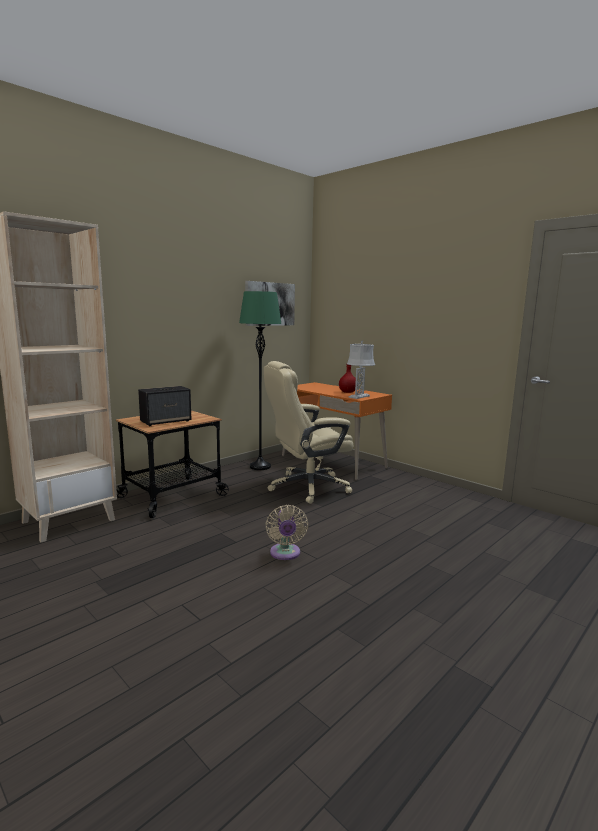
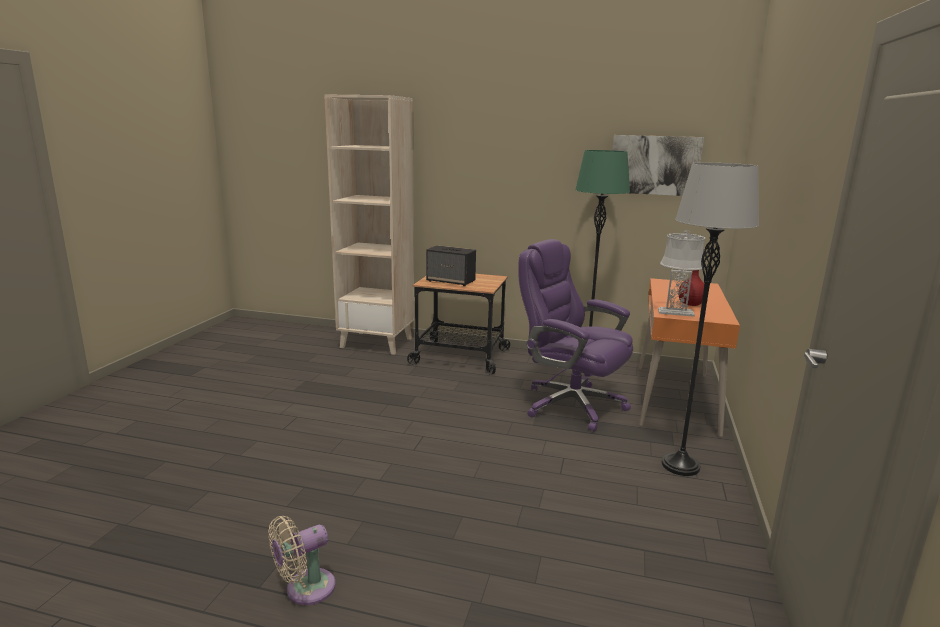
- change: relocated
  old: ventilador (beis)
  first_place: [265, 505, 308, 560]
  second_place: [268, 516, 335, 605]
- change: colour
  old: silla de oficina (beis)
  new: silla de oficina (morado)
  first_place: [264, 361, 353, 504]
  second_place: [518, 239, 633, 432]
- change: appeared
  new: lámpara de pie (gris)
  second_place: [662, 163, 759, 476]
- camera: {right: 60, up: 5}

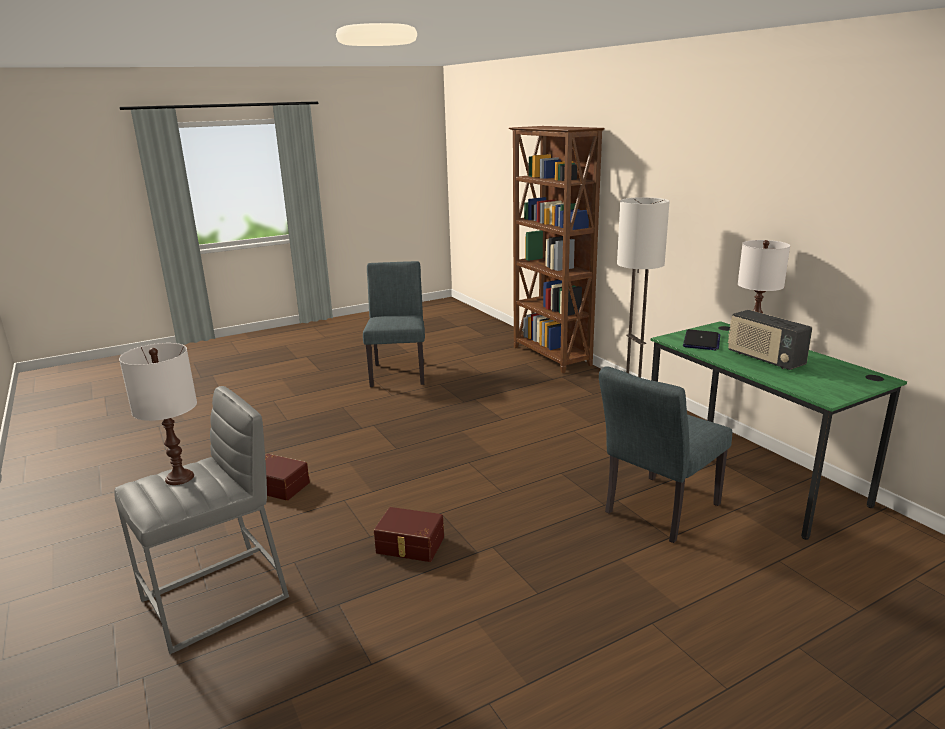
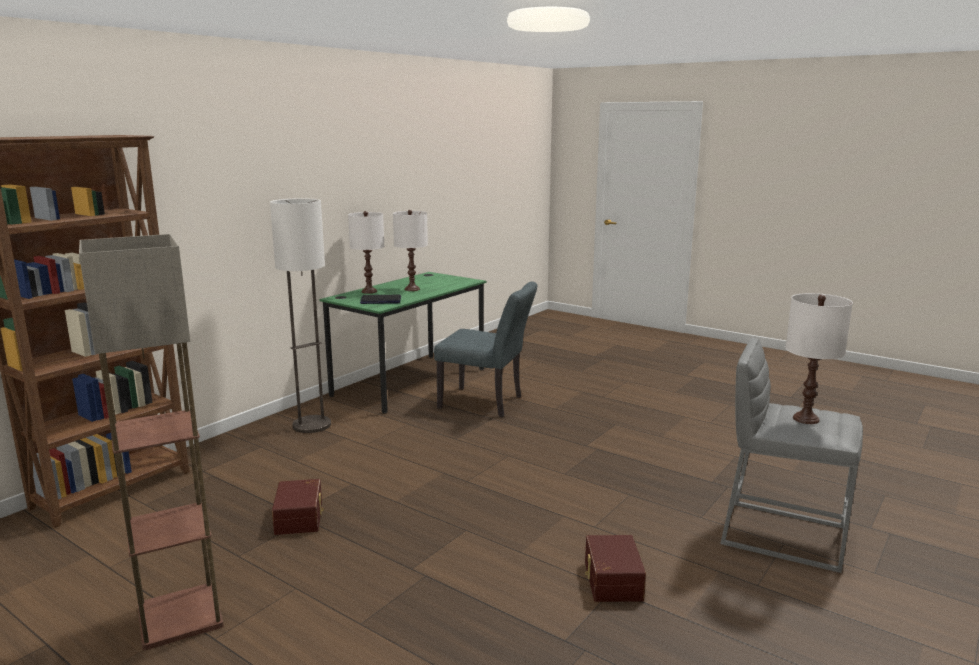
- change: exchanged
  old: silla (gris)
  new: lámpara de pie
  first_place: [363, 261, 425, 387]
  second_place: [79, 234, 224, 650]
- change: relocated
  old: caja de almacenaje (marrón)
  first_place: [373, 507, 444, 562]
  second_place: [272, 479, 324, 535]
- change: exchanged
  old: radio
  new: lámpara de mesa (blanco)
  first_place: [728, 310, 812, 370]
  second_place: [393, 210, 428, 291]
- camera: {right: -115, up: -5}

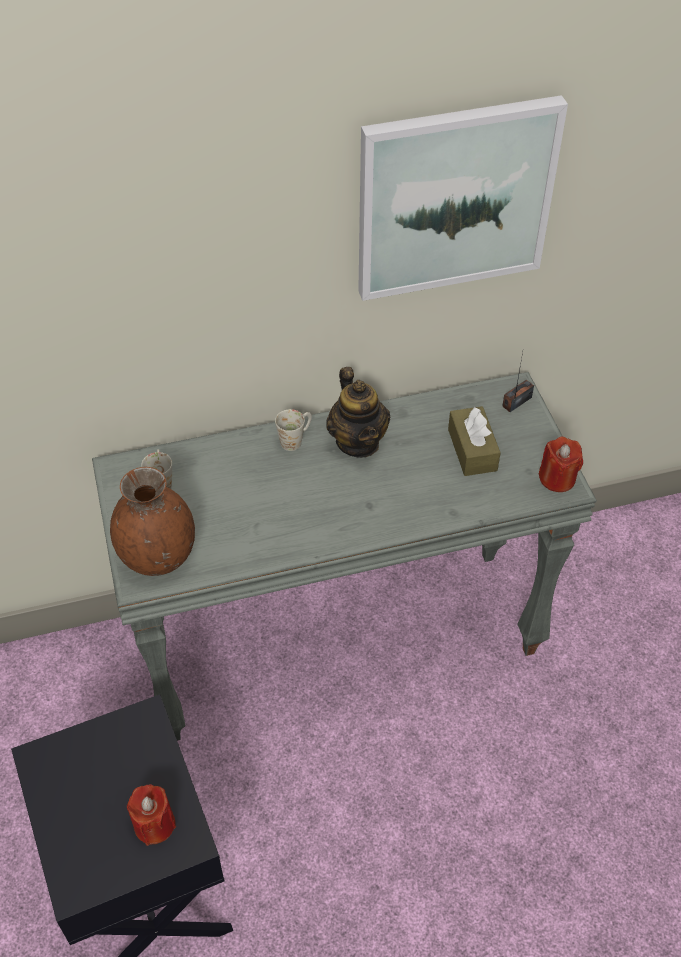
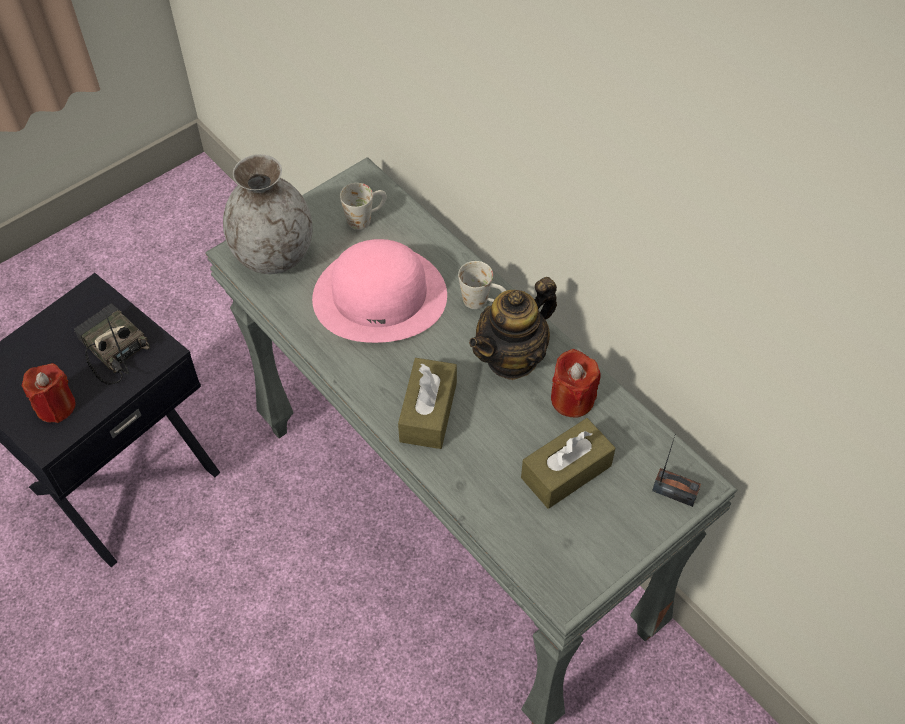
- change: appeared
  new: radio
  second_place: [74, 303, 151, 385]
- change: colour
  old: florero (marrón)
  new: florero (gris)
  first_place: [110, 467, 195, 576]
  second_place: [223, 154, 313, 274]
- change: appeared
  new: sombrero (rosa)
  second_place: [312, 239, 447, 343]
- change: appeared
  new: caja de pañuelos (marrón)
  second_place: [398, 358, 457, 449]
- change: relocated
  old: vela (rojo)
  first_place: [539, 436, 583, 492]
  second_place: [551, 349, 601, 417]
- change: missing
  old: cuadro
  first_place: [358, 95, 568, 301]
- camera: {right: 65, up: 5}

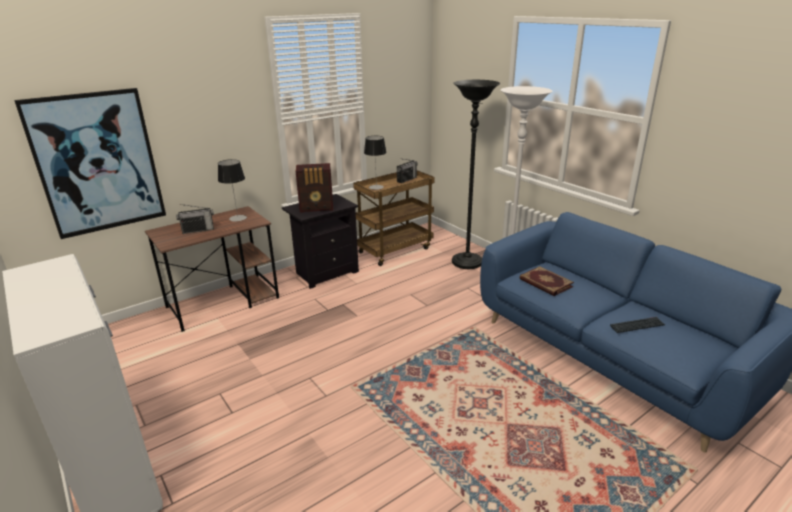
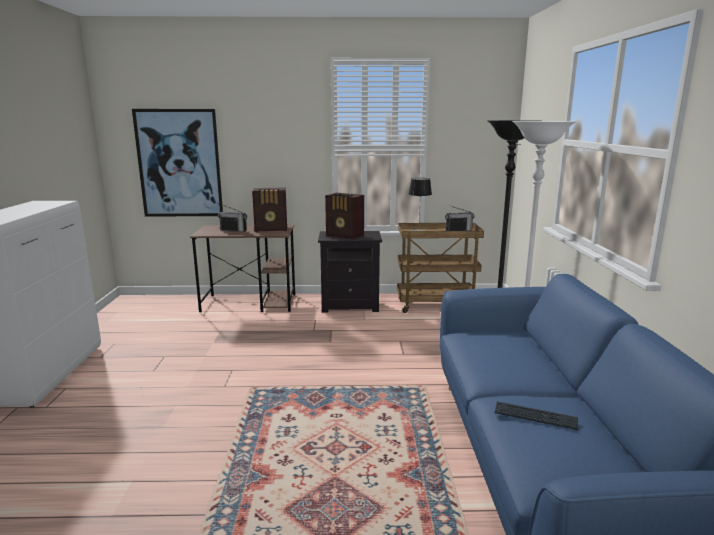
- change: exchanged
  old: lámpara de mesa
  new: radio
  first_place: [218, 159, 247, 222]
  second_place: [252, 188, 287, 232]
- change: missing
  old: libro
  first_place: [519, 266, 574, 296]
- camera: {right: 35, up: -10}

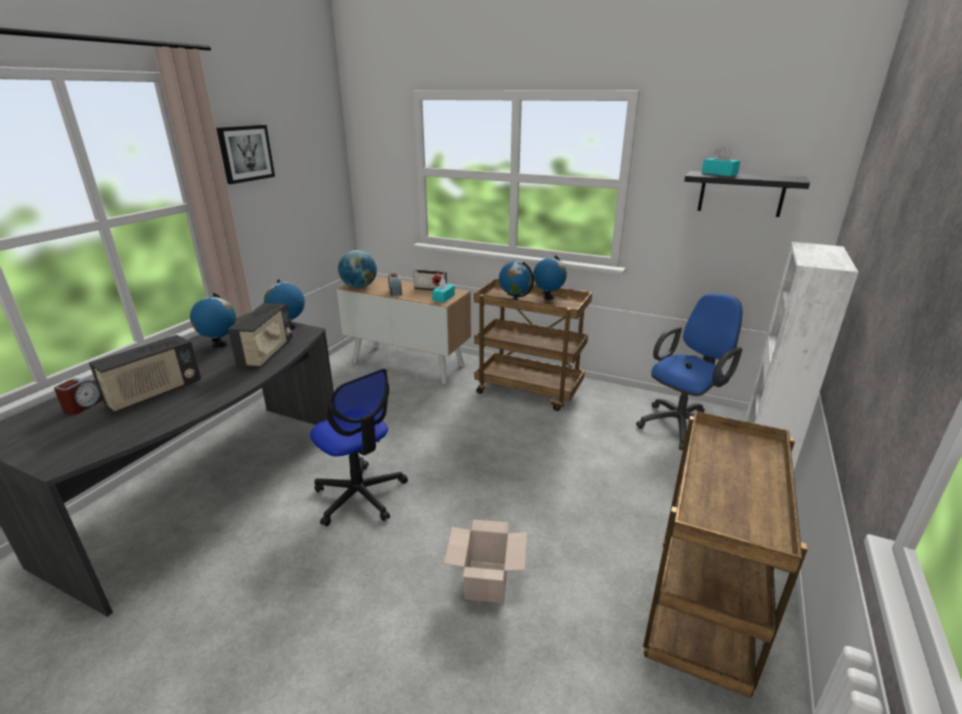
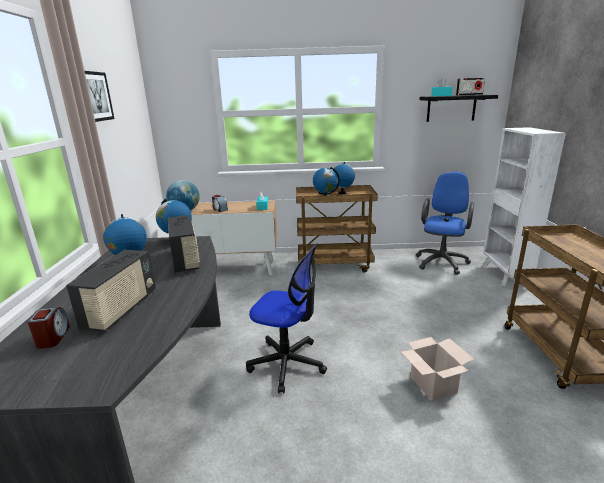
- change: relocated
  old: radio
  first_place: [413, 269, 447, 291]
  second_place: [456, 78, 485, 96]
- camera: {right: -25, up: -5}

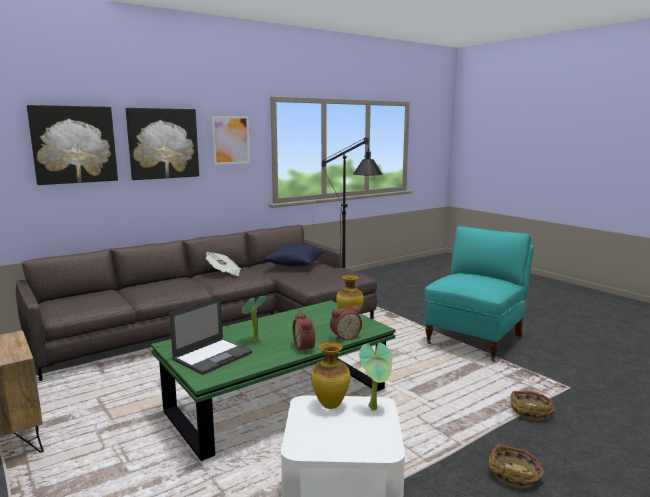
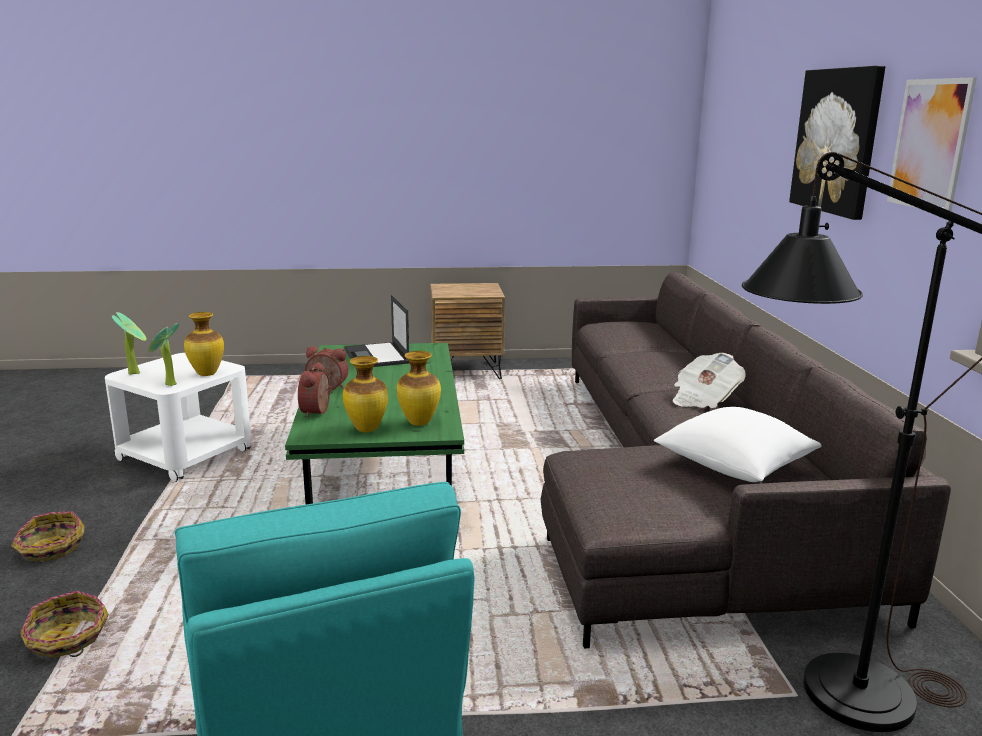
- change: relocated
  old: planta en maceta
  first_place: [242, 296, 266, 343]
  second_place: [112, 312, 147, 375]
- change: appeared
  new: florero
  second_place: [396, 351, 441, 426]
- change: colour
  old: cojín (azul)
  new: cojín (blanco)
  first_place: [265, 244, 324, 267]
  second_place: [654, 407, 822, 482]
- change: missing
  old: cuadro
  first_place: [27, 105, 118, 185]
- camera: {right: 120, up: 5}

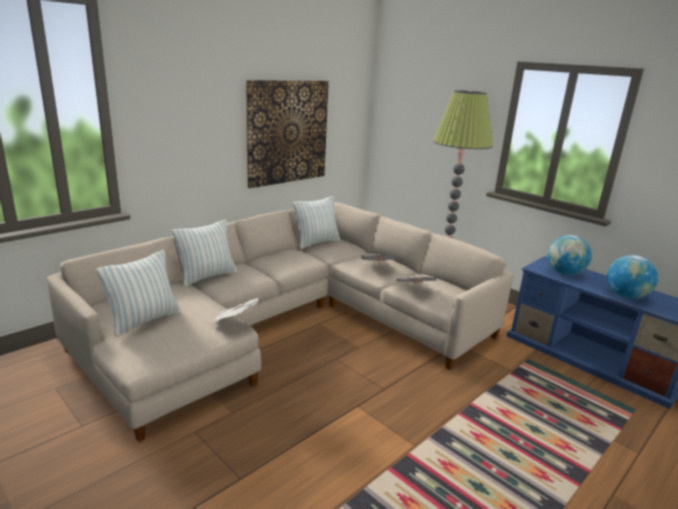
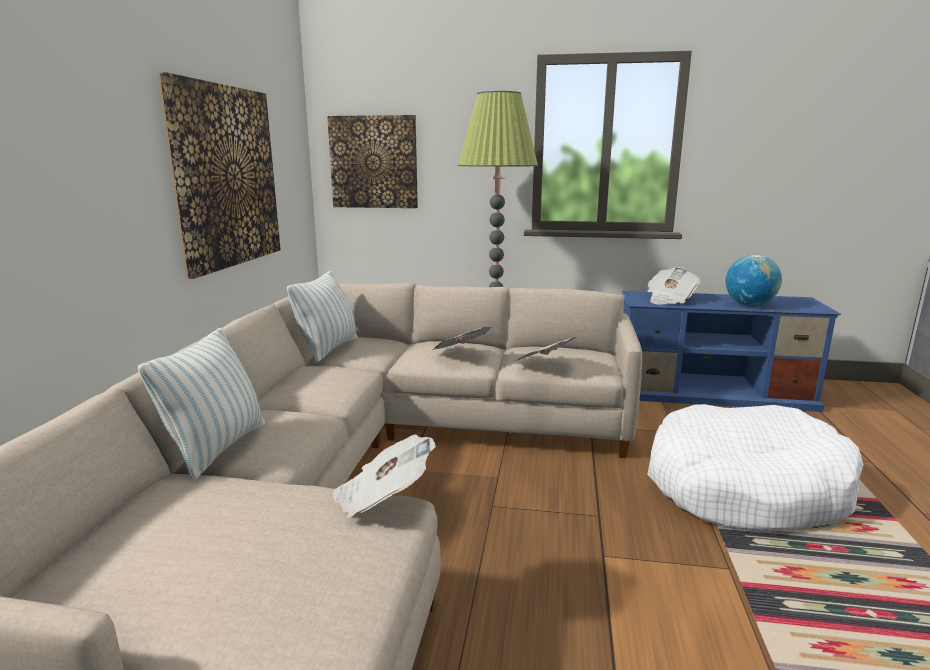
- change: appeared
  new: cuadro
  second_place: [327, 115, 418, 208]
- change: exchanged
  old: globo terráqueo
  new: periódico
  first_place: [548, 235, 592, 275]
  second_place: [647, 267, 700, 304]
- change: appeared
  new: cama para perro (blanco)
  second_place: [647, 404, 864, 533]
- change: missing
  old: cojín
  first_place: [96, 250, 181, 337]
- camera: {right: -35, up: -5}

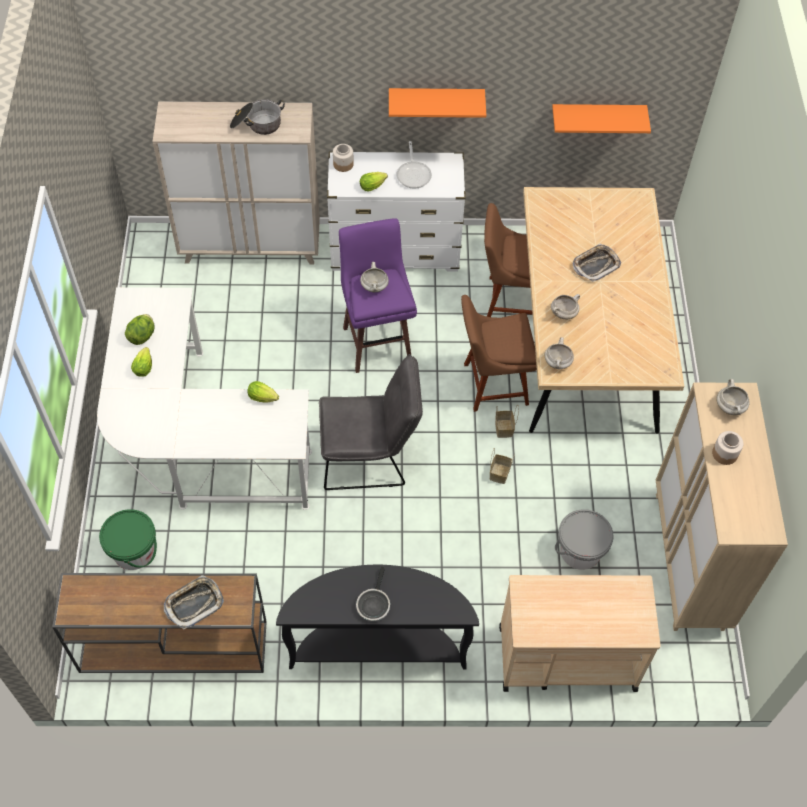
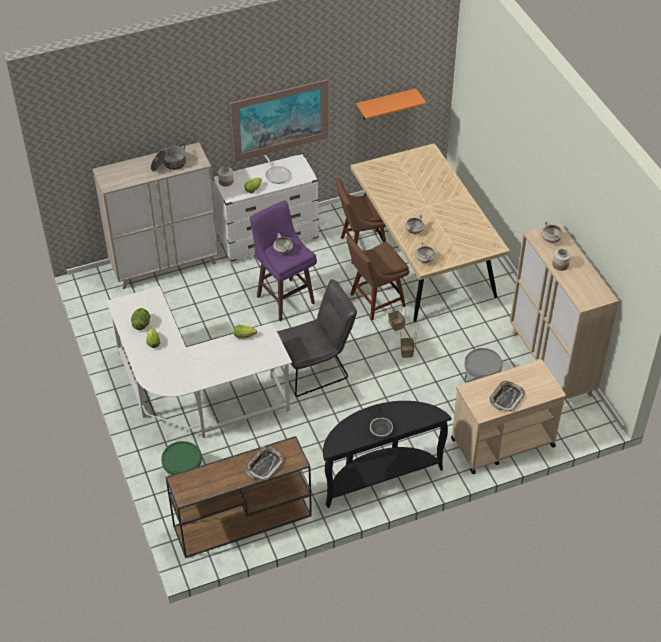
- change: exchanged
  old: estante (naranja)
  new: cuadro
  first_place: [389, 88, 486, 118]
  second_place: [230, 79, 328, 162]
- change: relocated
  old: bandeja
  first_place: [573, 244, 621, 282]
  second_place: [490, 381, 525, 412]
- camera: {right: -20, up: -10}

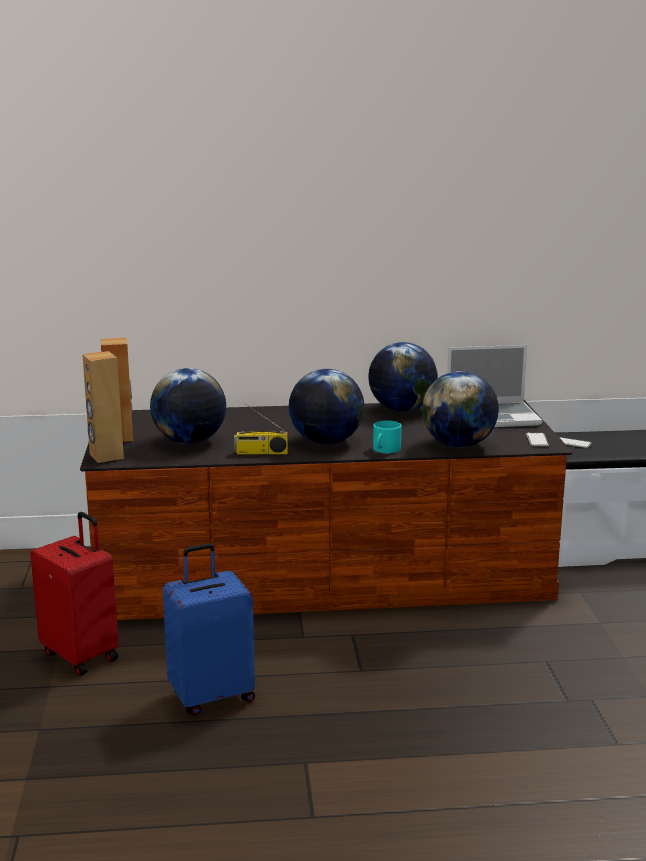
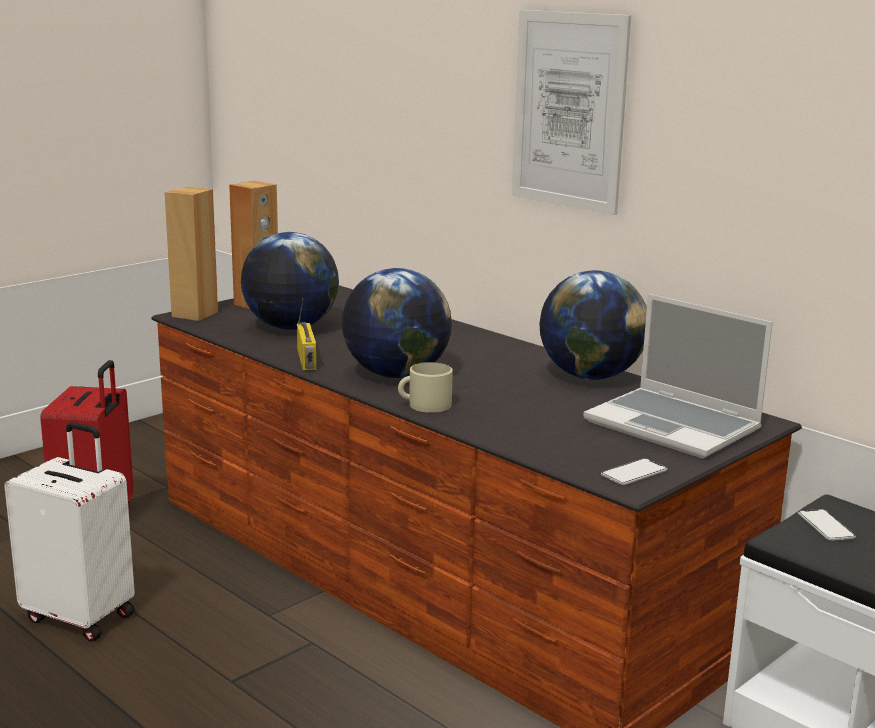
- change: colour
  old: maleta (azul)
  new: maleta (blanco)
  first_place: [163, 543, 255, 715]
  second_place: [4, 422, 135, 642]
- change: spun
  old: radio
  first_place: [234, 403, 288, 455]
  second_place: [297, 298, 316, 370]
  degrees: -150
- change: colour
  old: taza grande (turquesa)
  new: taza grande (beis)
  first_place: [373, 420, 402, 453]
  second_place: [398, 362, 453, 413]
- change: appeared
  new: cuadro
  second_place: [512, 10, 631, 215]
- change: missing
  old: globo terráqueo
  first_place: [422, 371, 499, 448]
- camera: {right: 50, up: 0}

